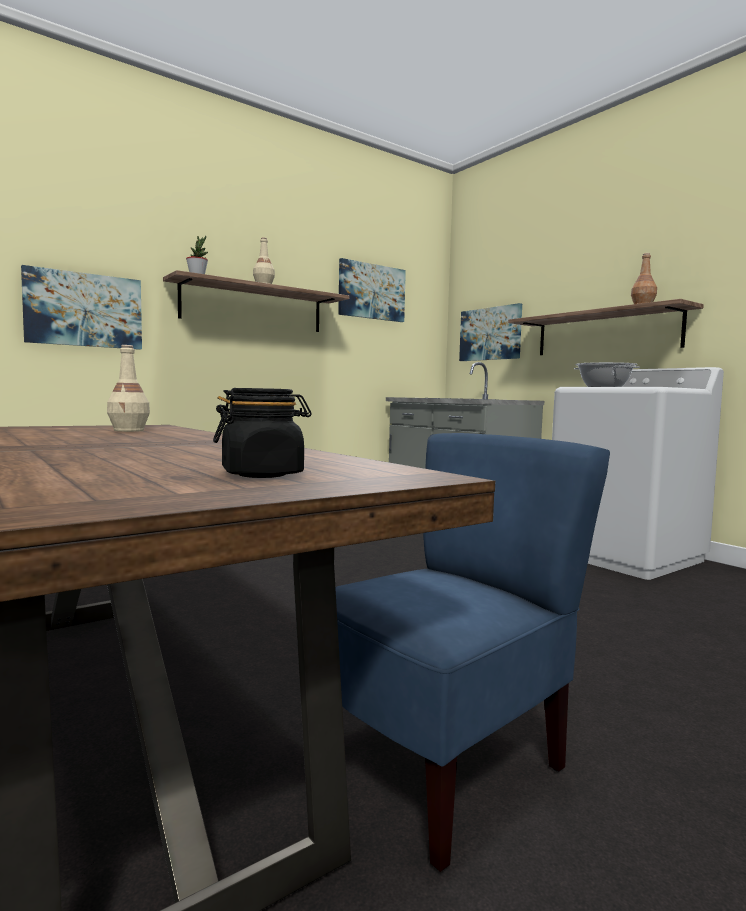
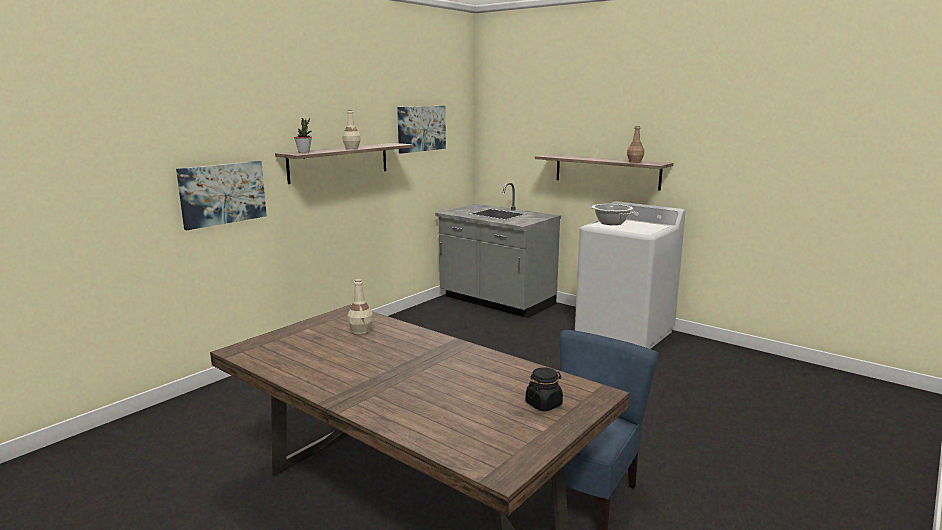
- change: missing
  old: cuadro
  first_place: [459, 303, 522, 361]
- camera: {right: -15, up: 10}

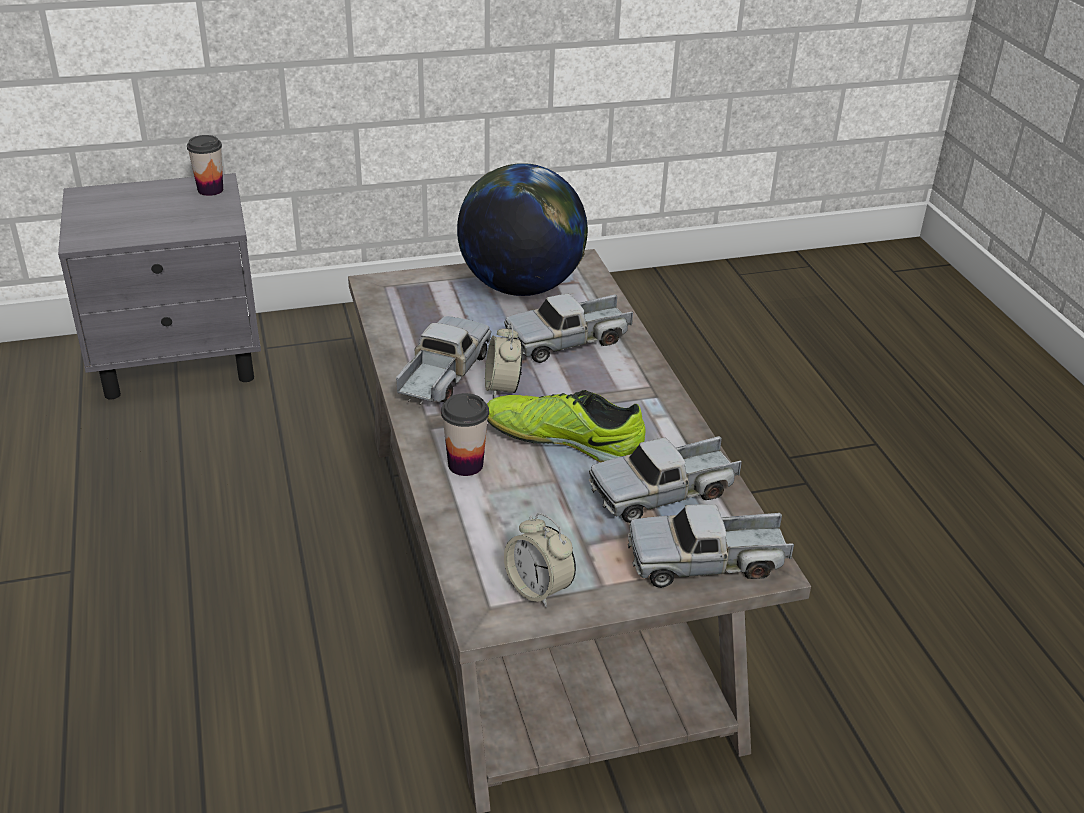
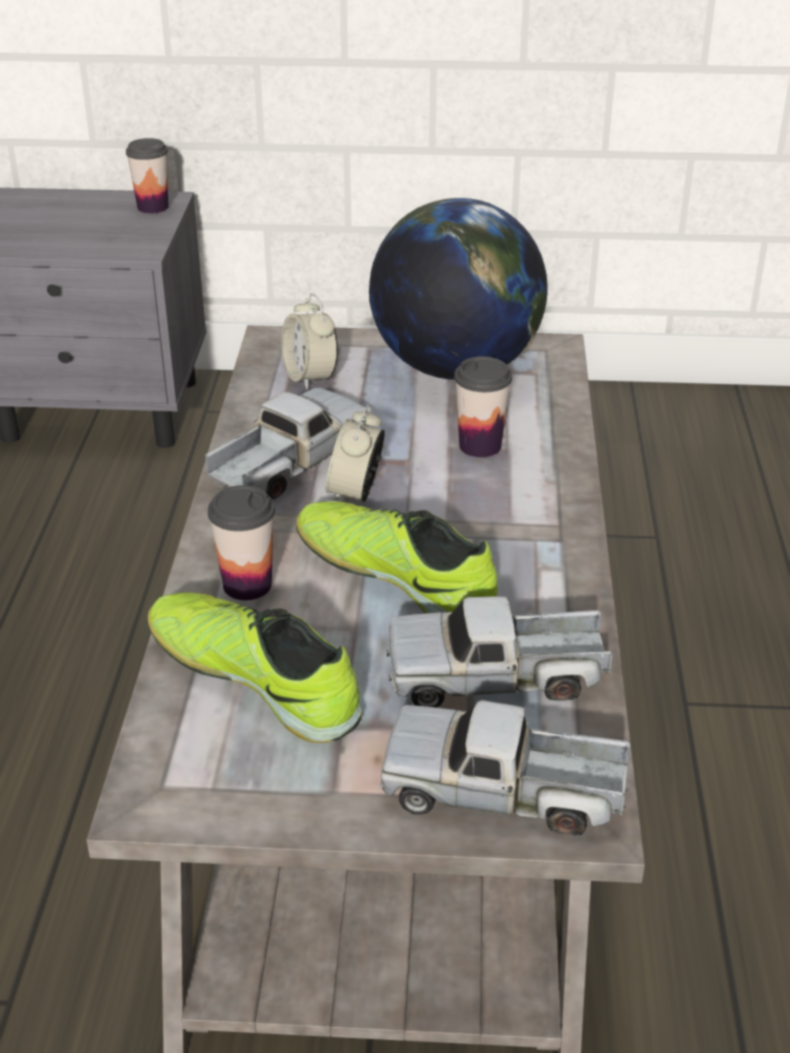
- change: appeared
  new: zapato
  second_place: [148, 593, 363, 743]
- change: relocated
  old: despertador
  first_place: [504, 513, 576, 607]
  second_place: [281, 293, 338, 390]
- change: exchanged
  old: camión de juguete
  new: taza
  first_place: [504, 293, 633, 363]
  second_place: [454, 356, 512, 458]
- camera: {right: 20, up: 0}

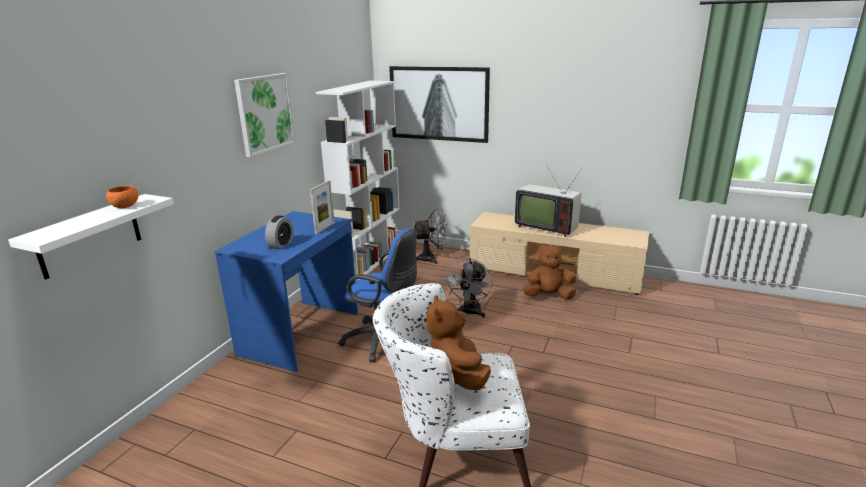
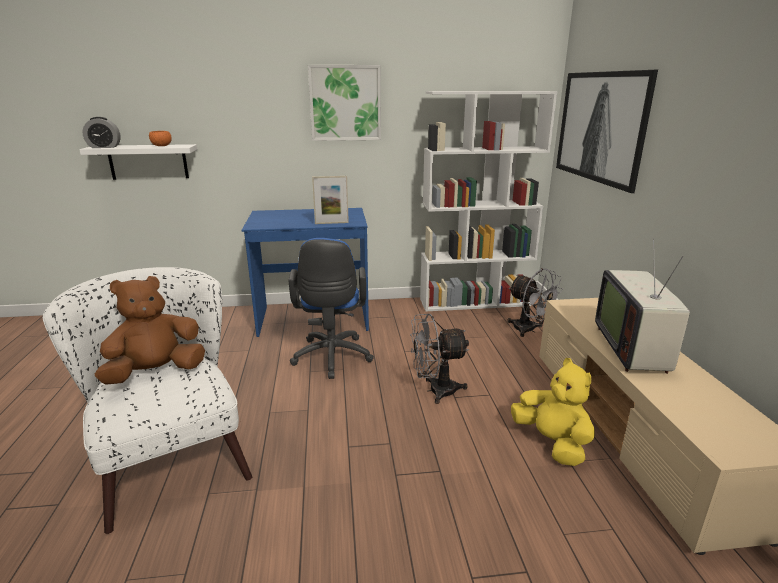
- change: relocated
  old: despertador
  first_place: [265, 215, 293, 249]
  second_place: [82, 117, 121, 148]
- change: colour
  old: peluche (marrón)
  new: peluche (amarillo)
  first_place: [523, 244, 576, 300]
  second_place: [511, 358, 595, 466]
- camera: {right: 60, up: 0}

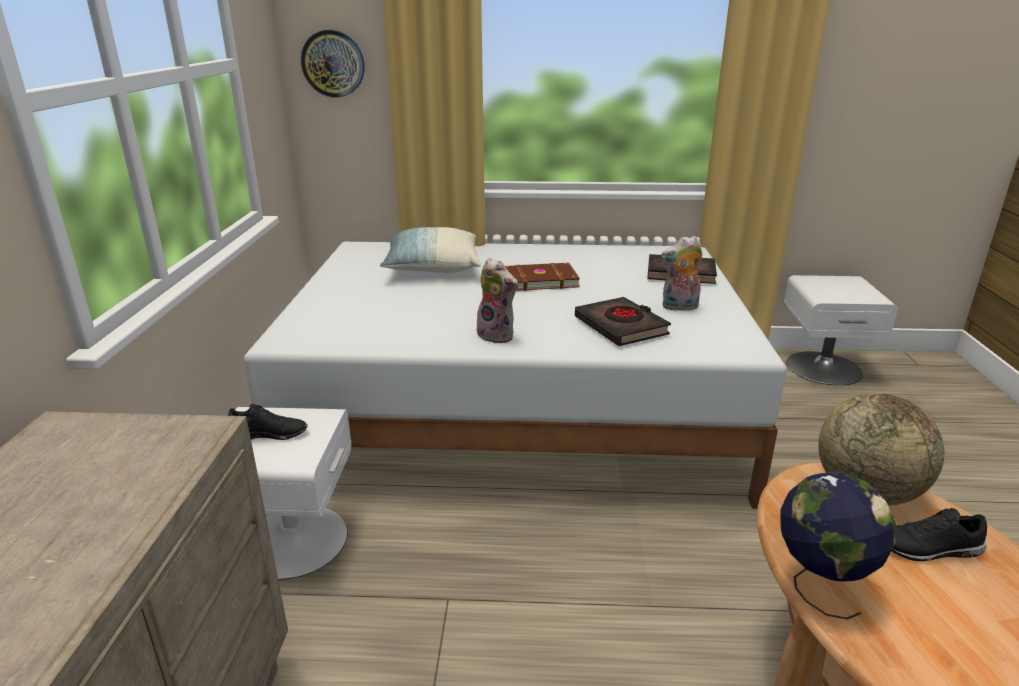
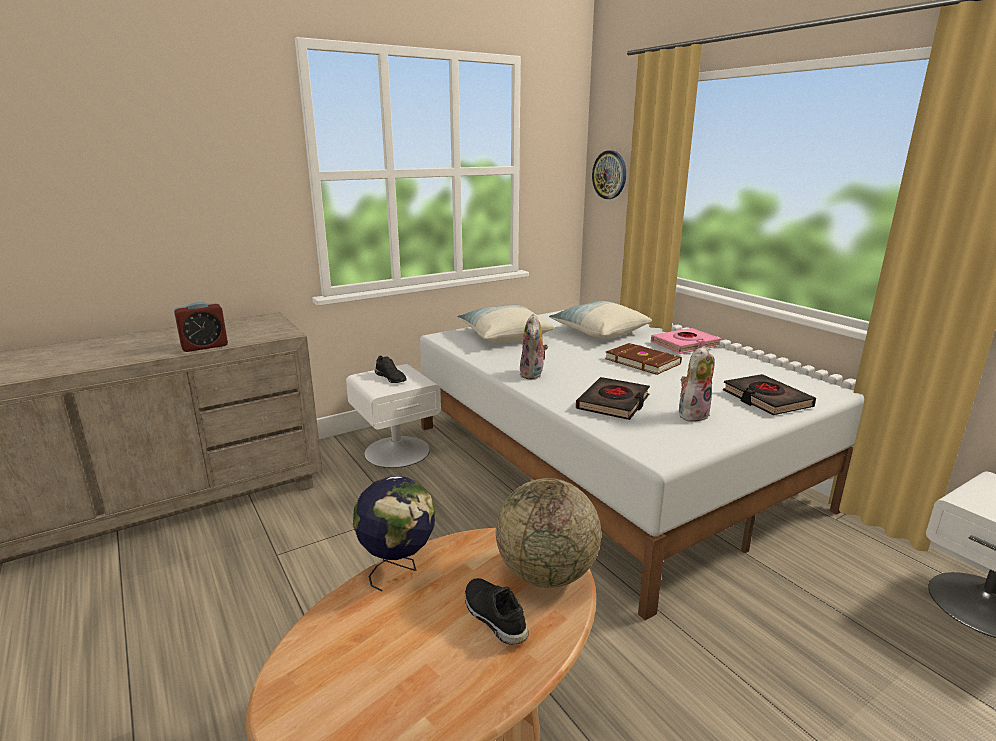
- change: appeared
  new: despertador
  second_place: [174, 302, 228, 352]
- change: appeared
  new: cojín
  second_place: [457, 305, 555, 343]
- change: appeared
  new: libro (rosa)
  second_place: [651, 328, 722, 354]
- change: spun
  old: peluche
  first_place: [661, 236, 703, 311]
  second_place: [679, 346, 715, 422]
  degrees: 90
- camera: {right: 55, up: -5}

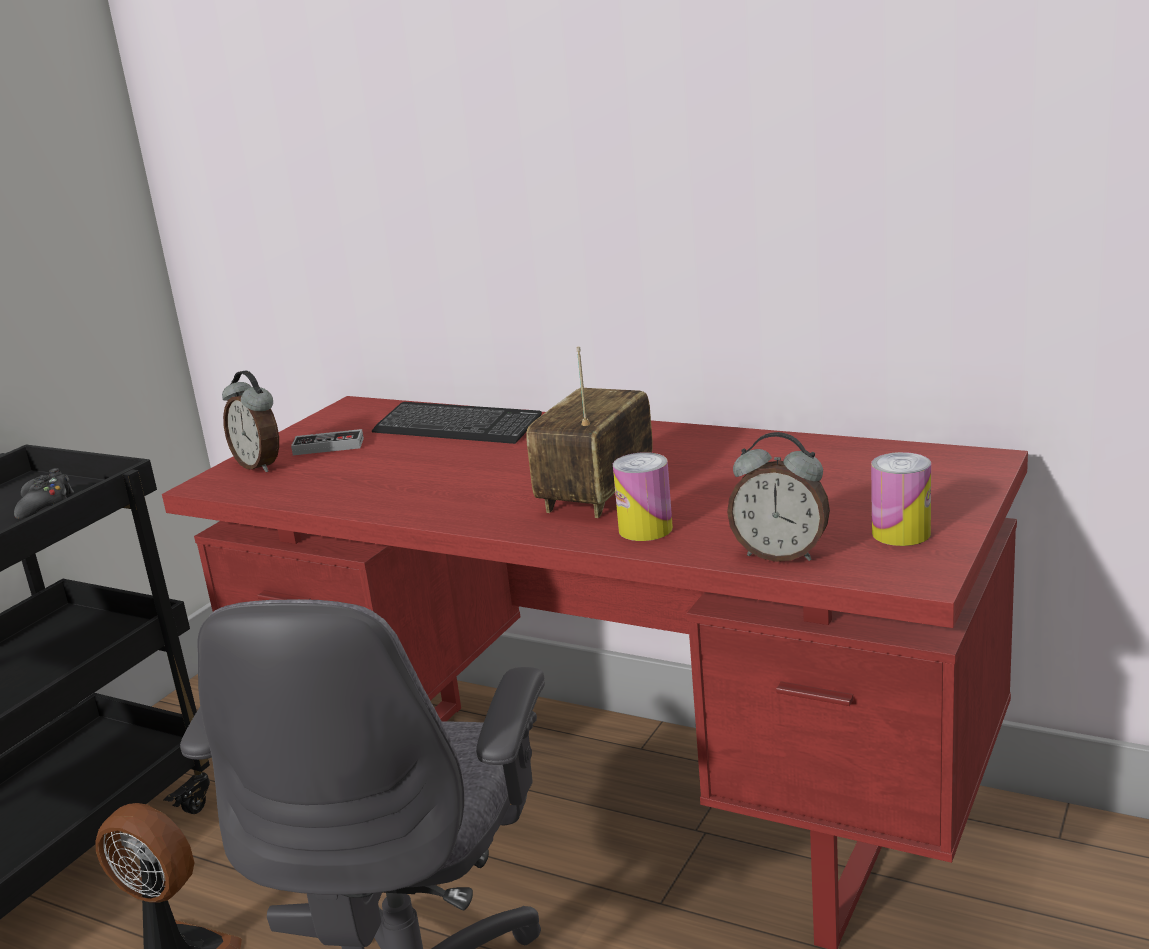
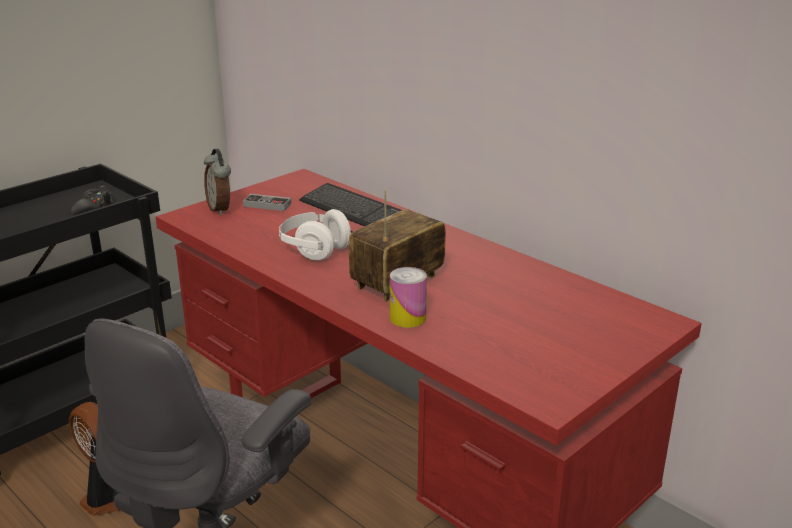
- change: appeared
  new: auriculares (blanco)
  second_place: [279, 209, 353, 260]
- change: missing
  old: despertador
  first_place: [727, 432, 830, 562]
- change: missing
  old: lata
  first_place: [871, 452, 931, 546]
- camera: {right: 15, up: 5}

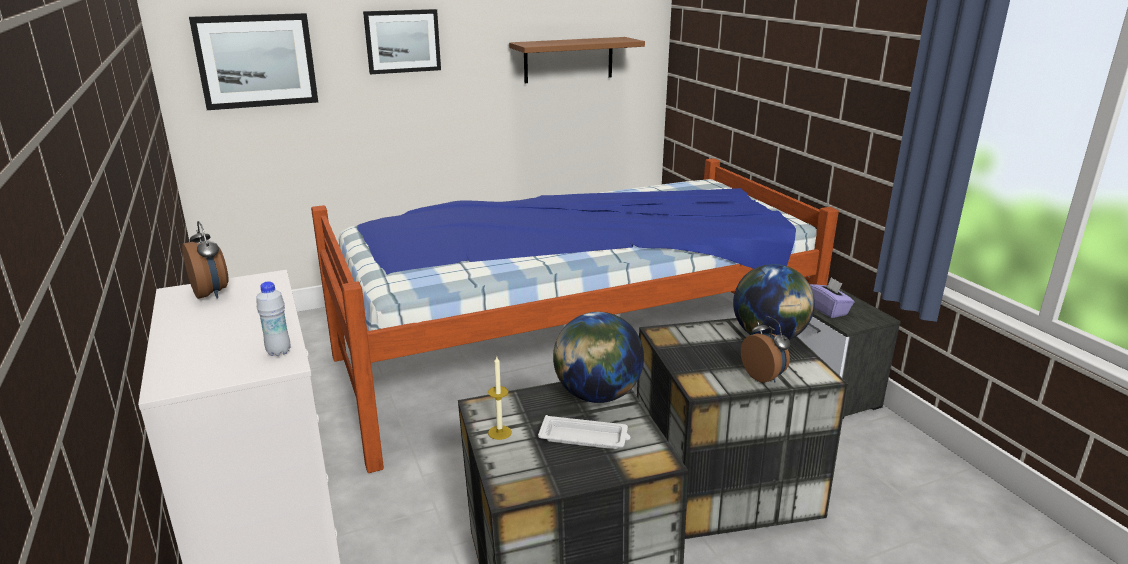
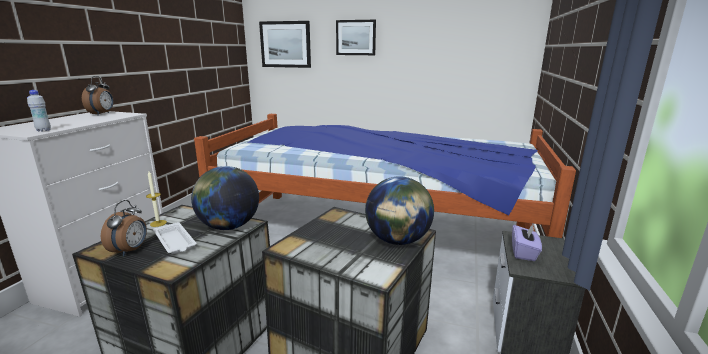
- change: relocated
  old: despertador
  first_place: [741, 316, 790, 383]
  second_place: [101, 200, 147, 256]
- change: missing
  old: estante (marrón)
  first_place: [509, 37, 645, 83]
- camera: {right: 40, up: -5}

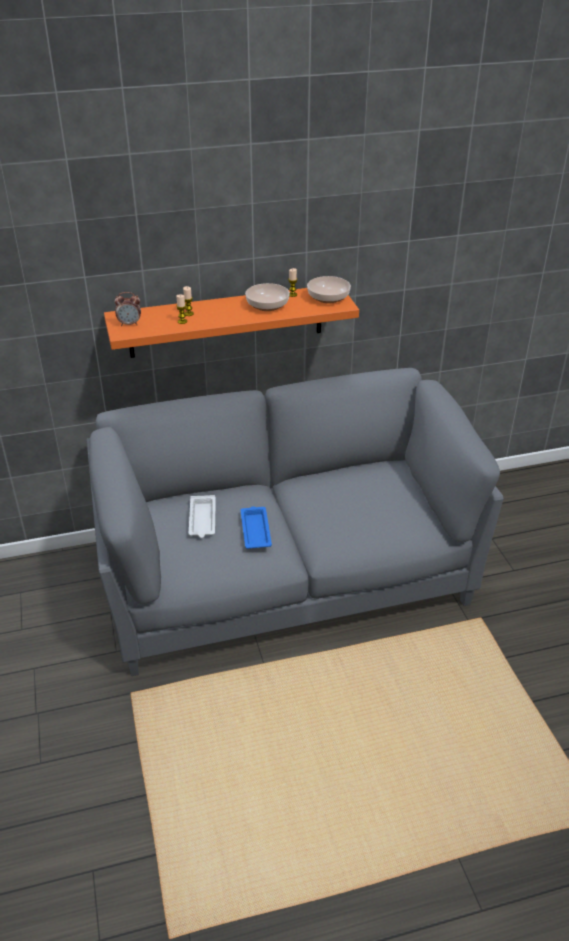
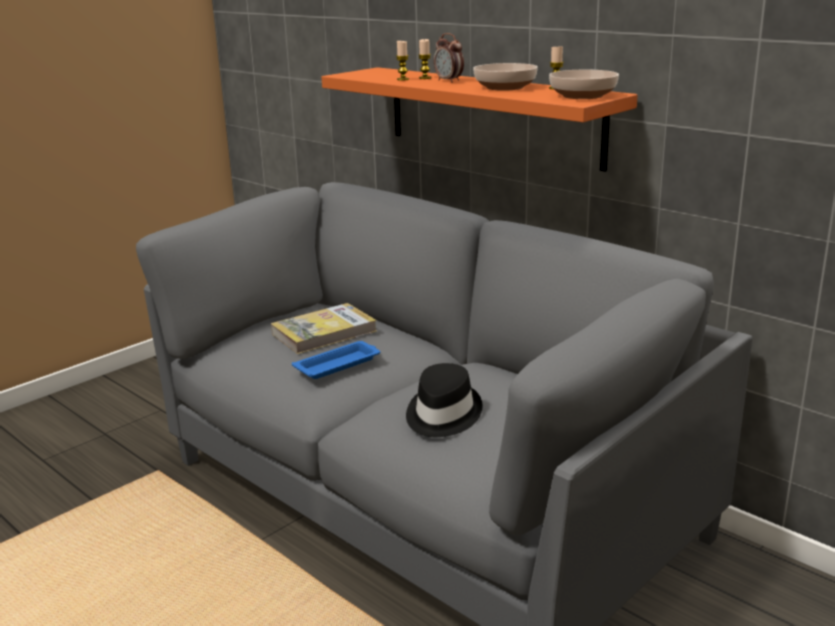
- change: exchanged
  old: bandeja (blanco)
  new: libro
  first_place: [189, 495, 216, 538]
  second_place: [271, 303, 377, 354]
- change: appeared
  new: sombrero (negro)
  second_place: [406, 363, 482, 437]
- change: relocated
  old: despertador
  first_place: [115, 292, 141, 326]
  second_place: [434, 33, 464, 83]
- camera: {right: 60, up: -15}

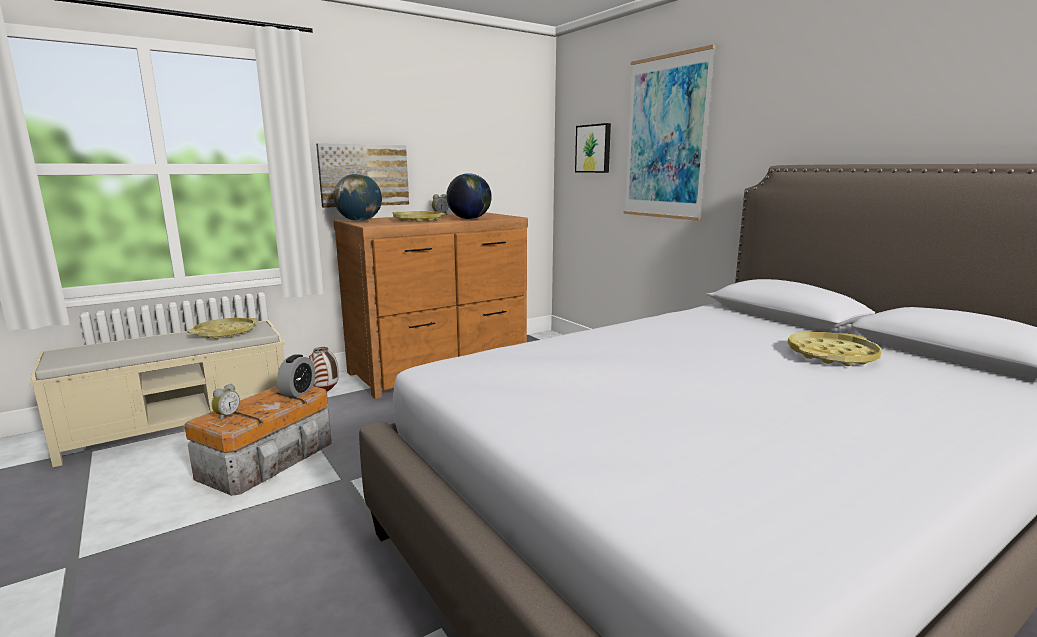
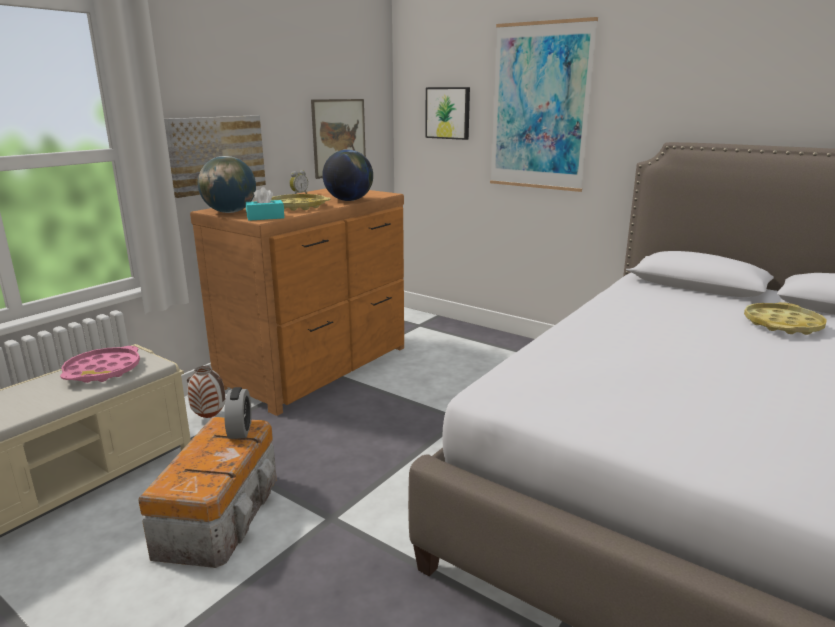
- change: colour
  old: bandeja (amarillo)
  new: bandeja (rosa)
  first_place: [187, 318, 259, 339]
  second_place: [60, 346, 140, 383]
- change: appeared
  new: caja de pañuelos (turquesa)
  second_place: [246, 187, 284, 221]
- change: appeared
  new: cuadro
  second_place: [311, 99, 366, 179]
- change: missing
  old: despertador
  first_place: [212, 384, 240, 421]
- camera: {right: -20, up: 5}

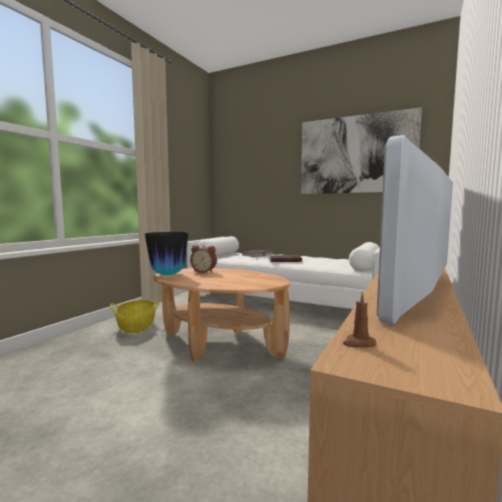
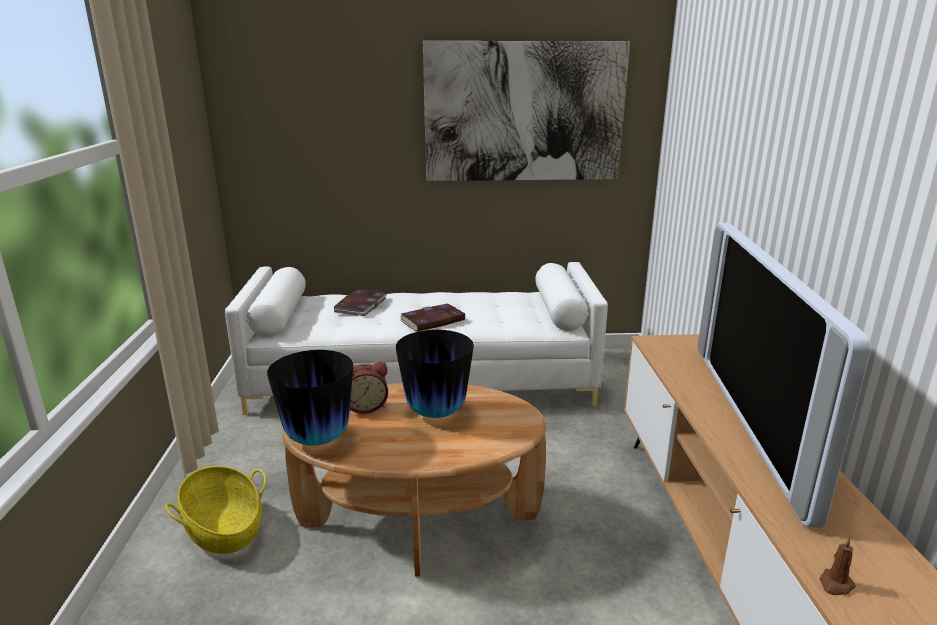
- change: appeared
  new: florero
  second_place: [396, 330, 474, 418]
- camera: {right: -30, up: 15}

